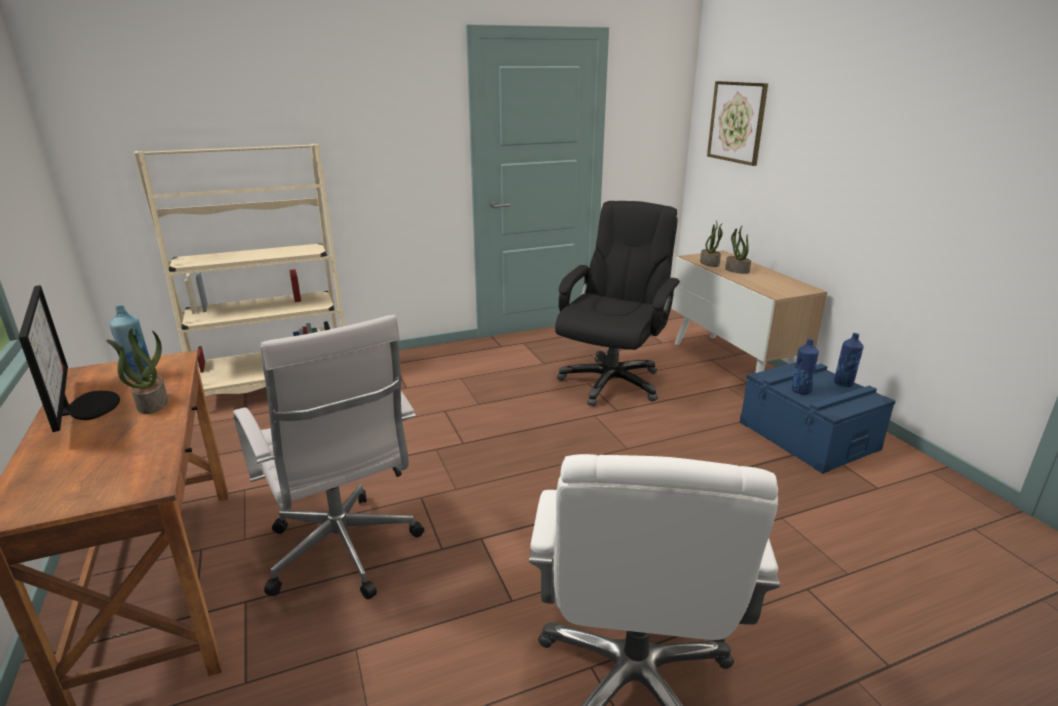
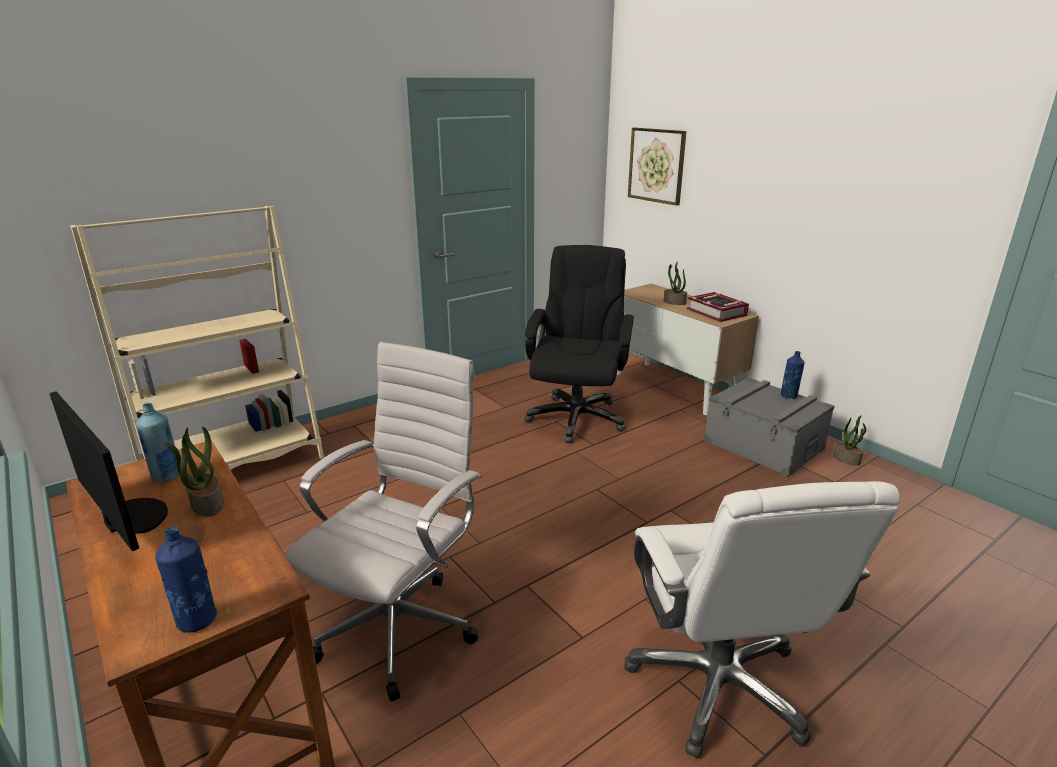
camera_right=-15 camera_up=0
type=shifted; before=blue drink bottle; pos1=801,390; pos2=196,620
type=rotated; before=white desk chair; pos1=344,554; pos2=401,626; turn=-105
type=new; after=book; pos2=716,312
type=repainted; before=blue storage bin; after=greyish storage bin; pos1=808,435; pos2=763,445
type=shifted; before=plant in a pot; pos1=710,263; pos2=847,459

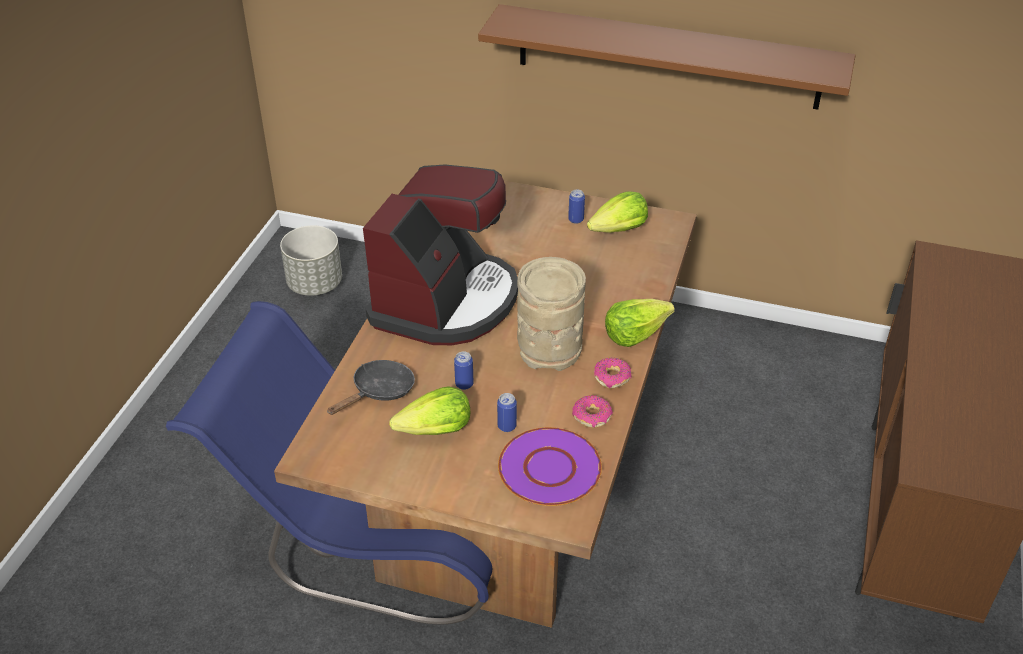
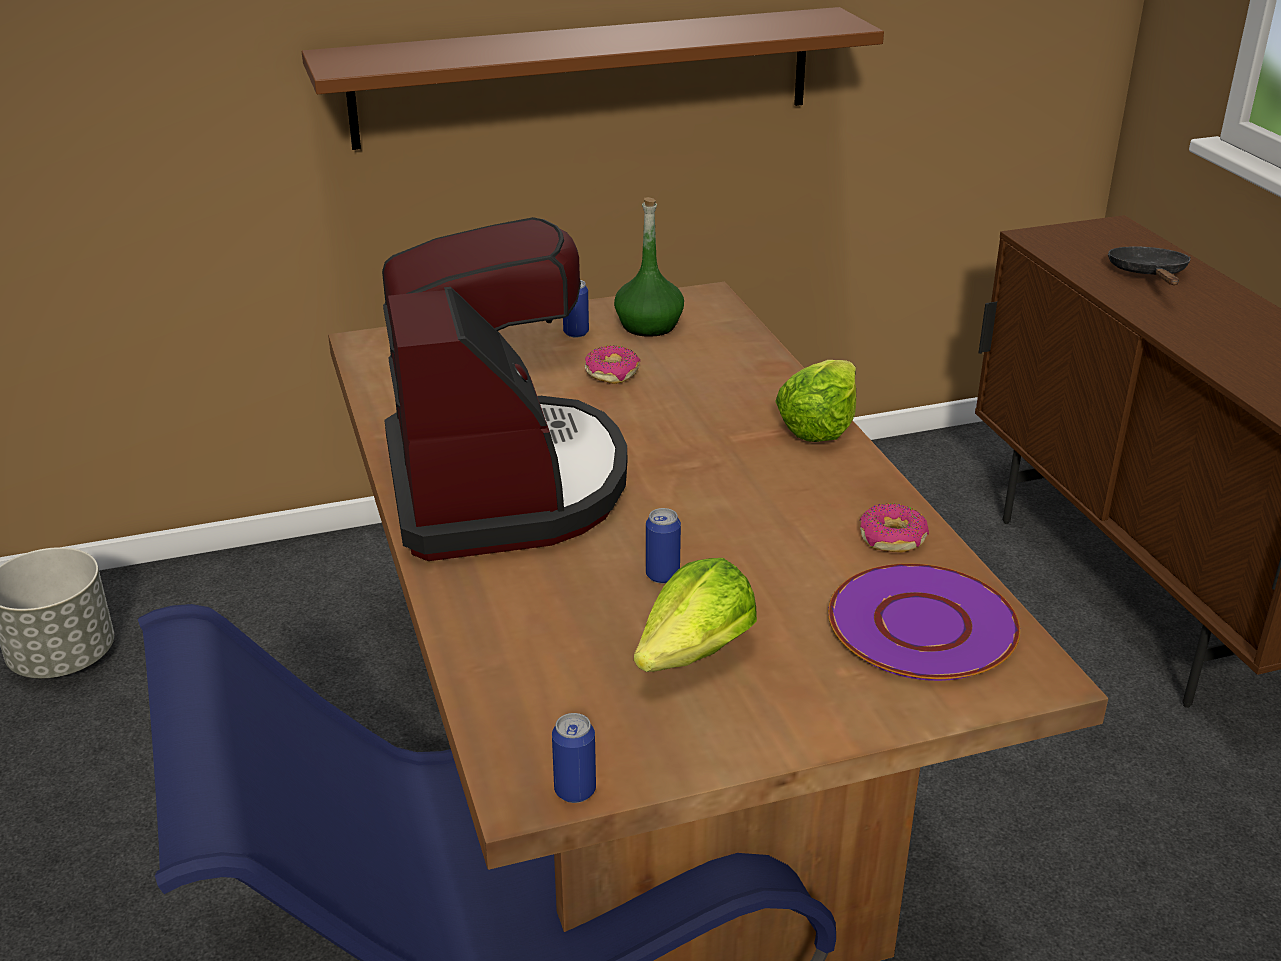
camera_right=-35 camera_up=-10
type=shifted; before=metal can; pos1=507,426; pos2=575,790
type=shifted; before=doughnut; pos1=612,377; pos2=612,373
type=swapped; before=lettuce; after=green-coloured drink bottle; pos1=619,230; pos2=649,325
type=shifted; before=blackish pan; pos1=379,391; pos2=1148,275
type=gone; before=sand-coloured decorative vase; pos1=549,349

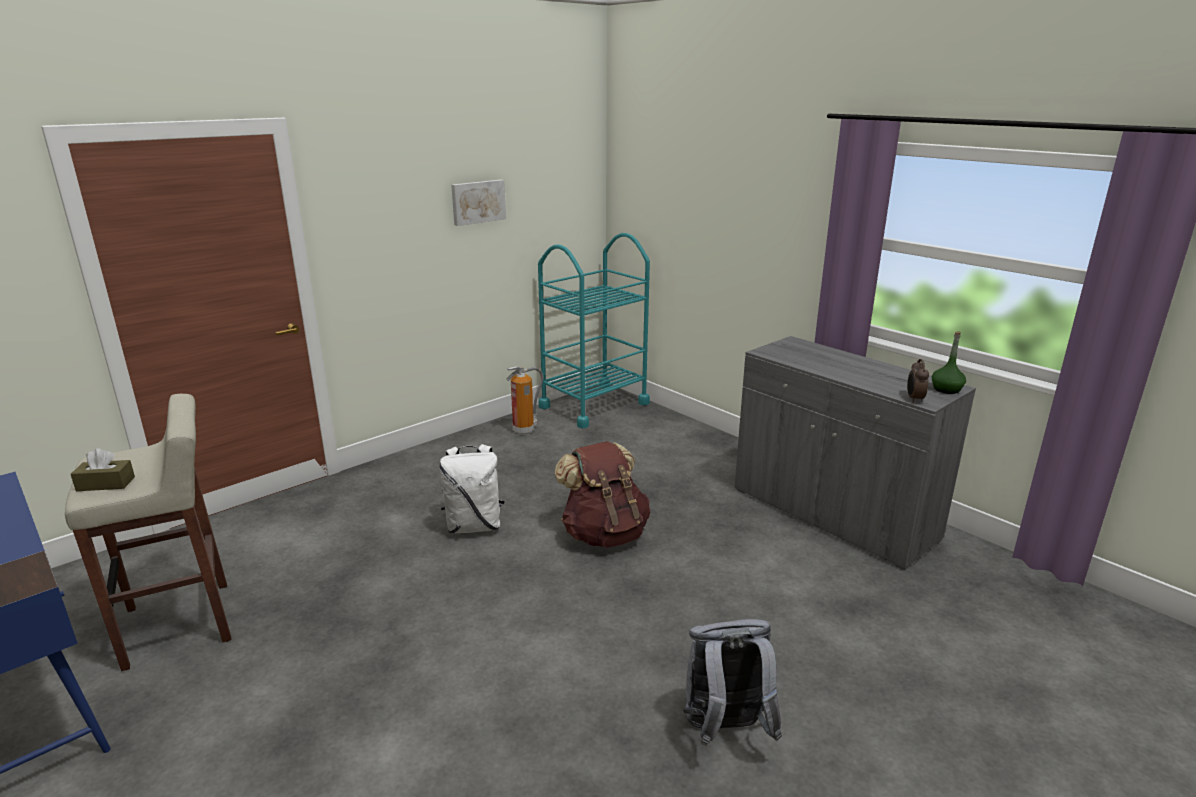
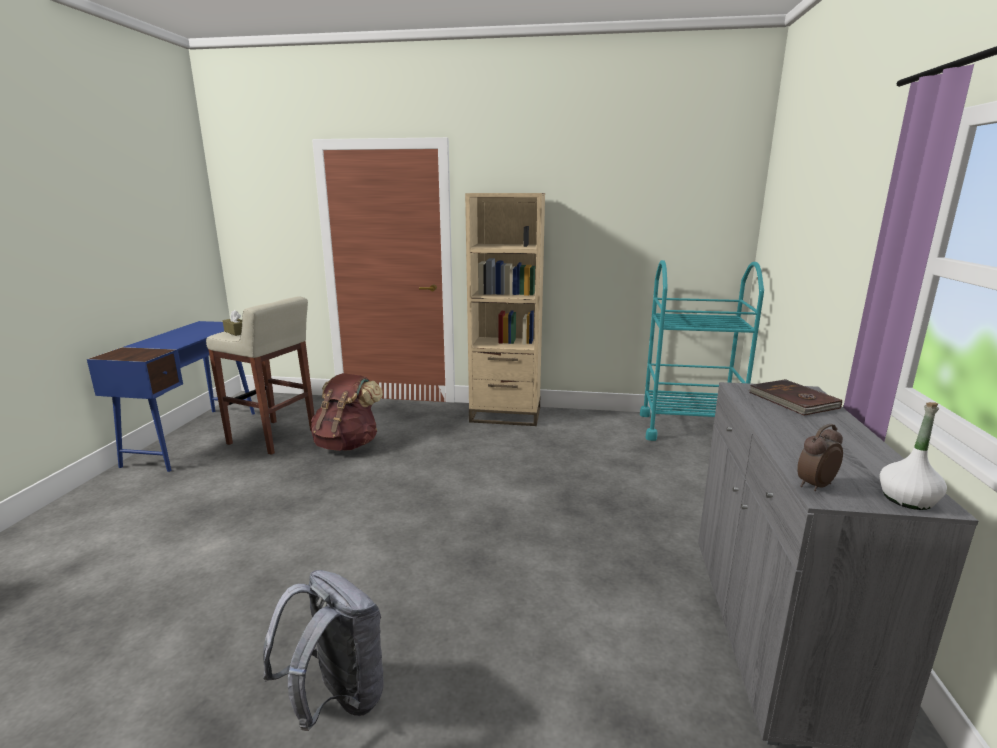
camera_right=50 camera_up=-5
type=shifted; before=brown-coloured backpack; pos1=604,534; pos2=347,444
type=new; after=sand-coloured shelving unit; pos2=505,415
type=new; after=brown-coloured book; pos2=792,401
type=repainted; before=green-coloured drink bottle; after=white drink bottle; pos1=946,389; pos2=907,499
type=gone; before=white backpack; pos1=474,526
type=gone; before=picture; pos1=478,202
type=gone; before=fire extinguisher; pos1=524,430

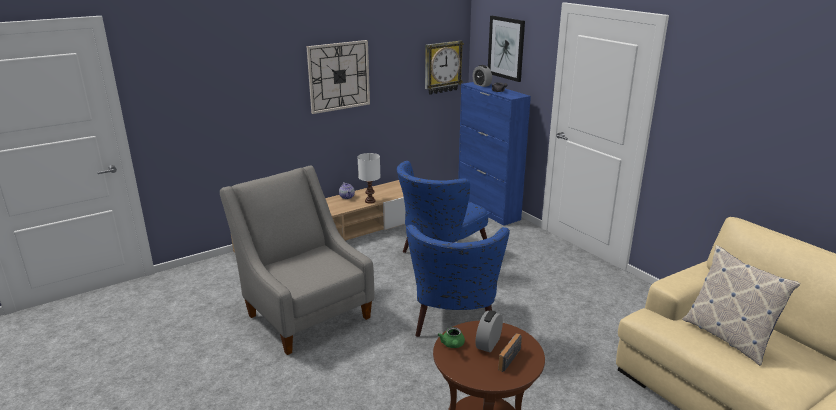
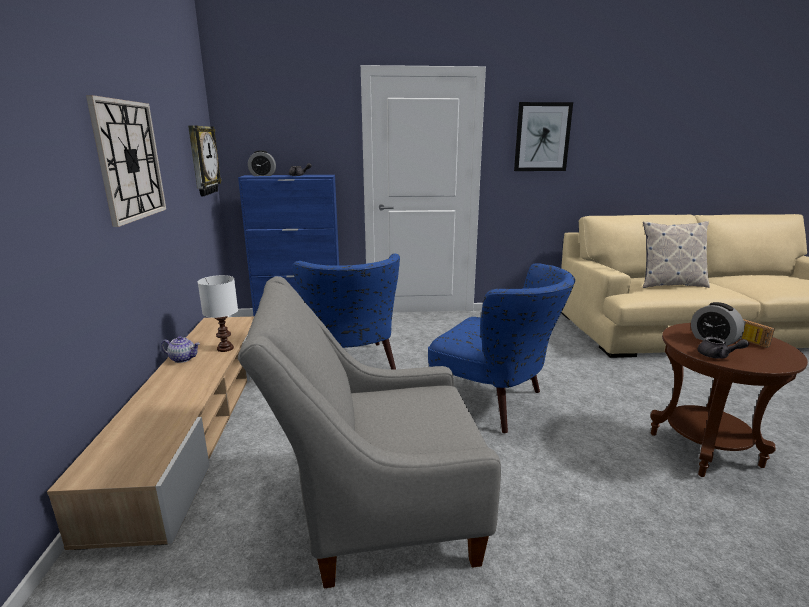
camera_right=-60 camera_up=-5
type=shifted; before=picture; pos1=506,48; pos2=542,137
type=repainted; before=green-coloured tea pot; after=greyish tea pot; pos1=452,345; pos2=717,356

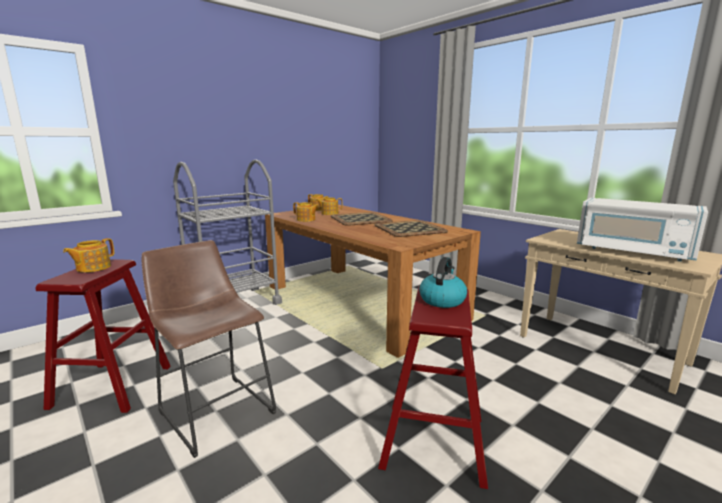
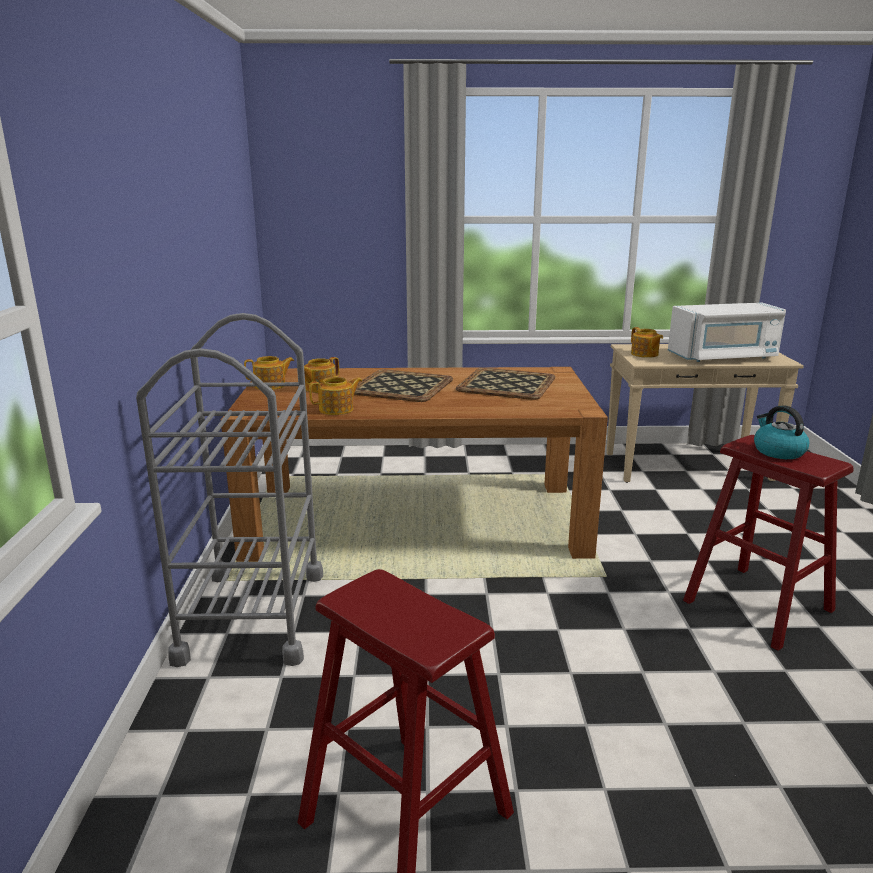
camera_right=-50 camera_up=5
type=shifted; before=tea pot; pos1=93,268; pos2=644,354
type=gone; before=brown-coloured sitting stool; pos1=215,408

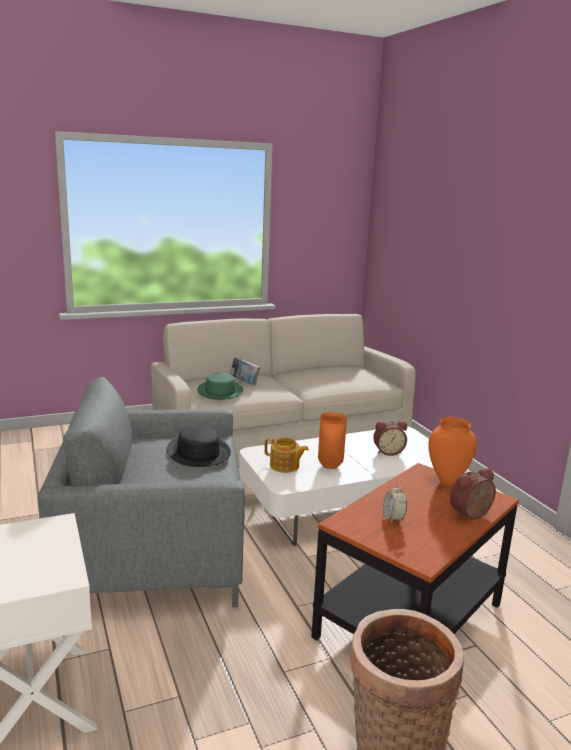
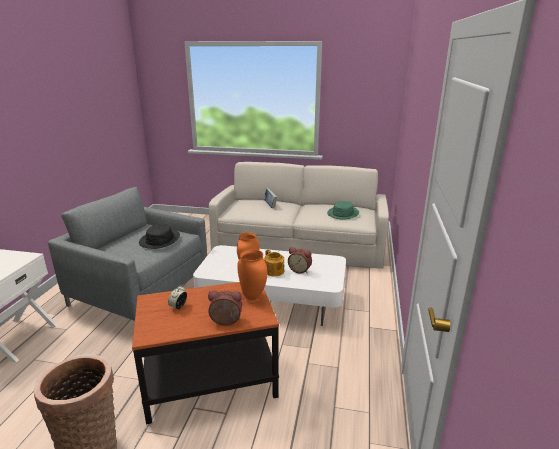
camera_right=35 camera_up=5
type=shifted; before=tea pot; pos1=285,466; pos2=274,271
type=shifted; before=green-coloured hat; pos1=220,391; pos2=343,213

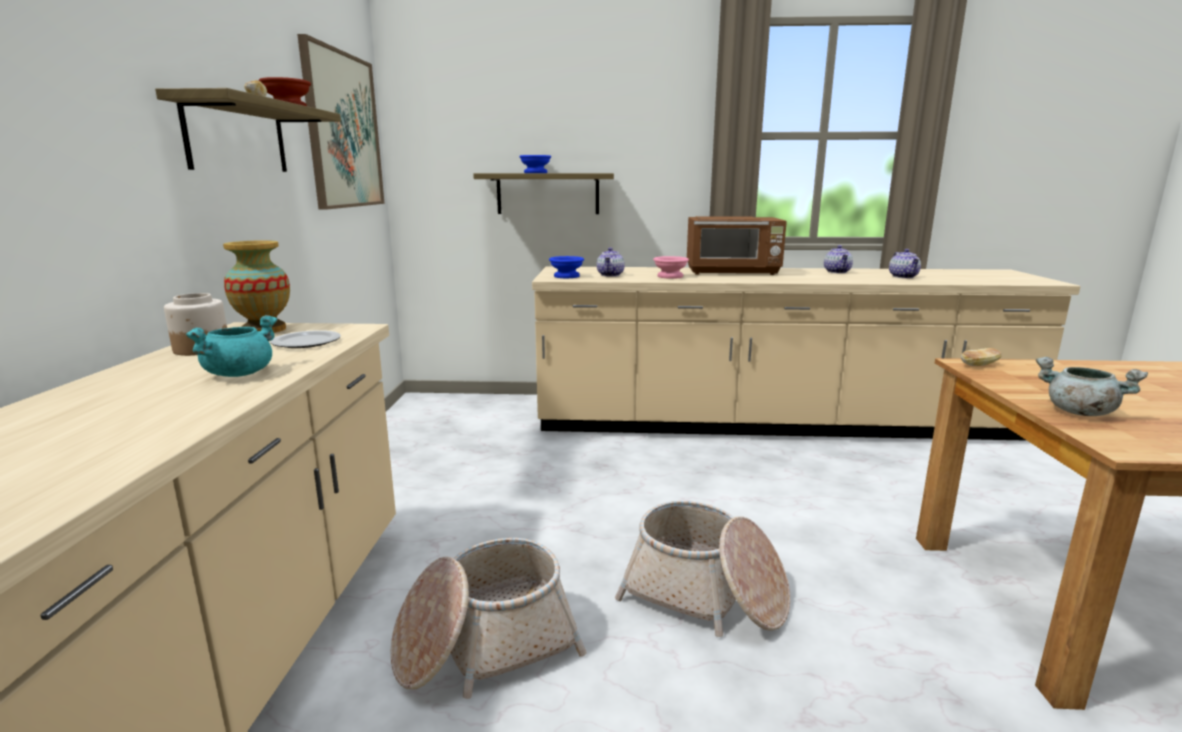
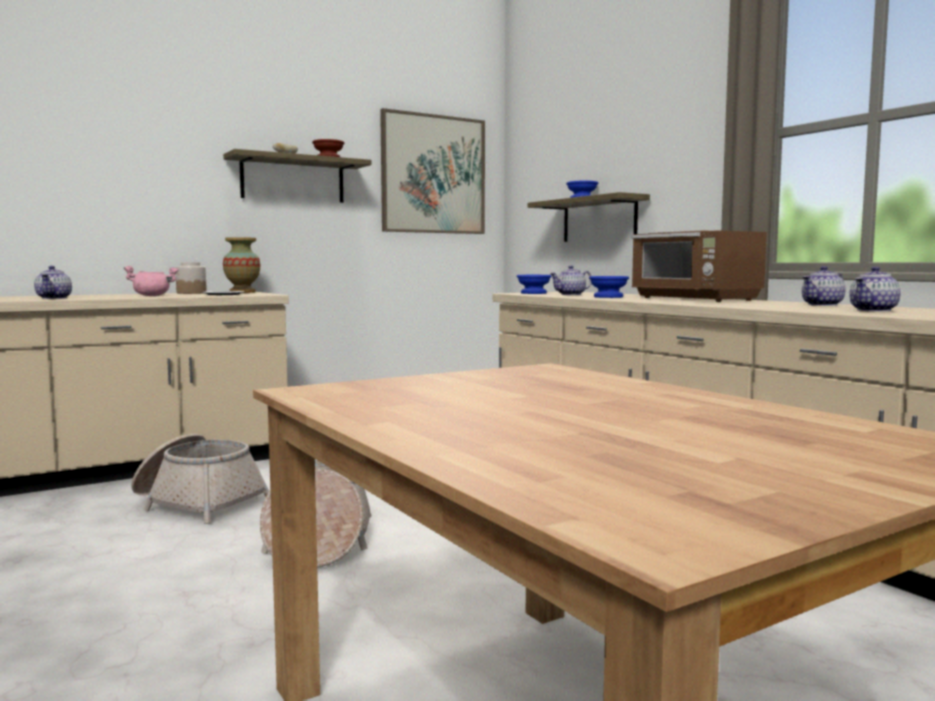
camera_right=55 camera_up=-10
type=new; after=tea pot; pos2=54,298
type=repainted; before=blue-green cooking pot; after=pinkish cooking pot; pos1=239,373; pos2=152,296
type=repainted; before=pinkish serving bowl; after=blue serving bowl; pos1=670,276; pos2=609,297
type=gone; before=bread; pos1=979,365
type=gone; before=greyish cooking pot; pos1=1078,412

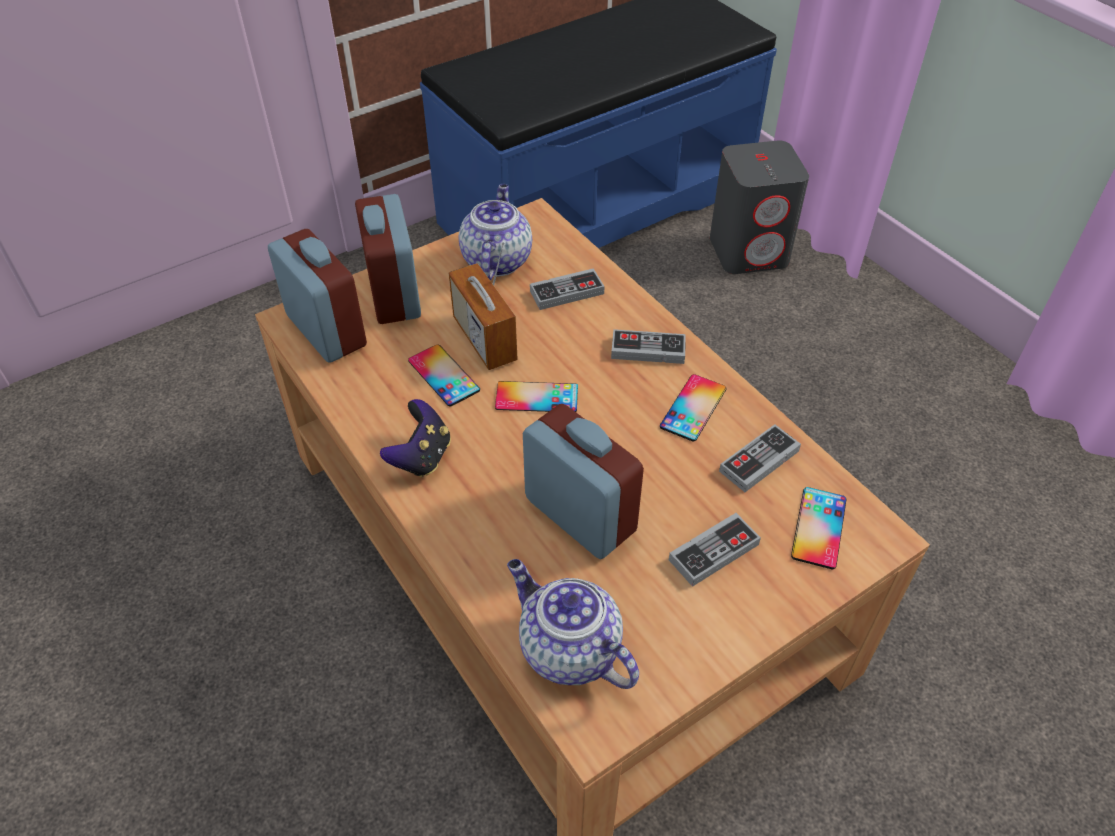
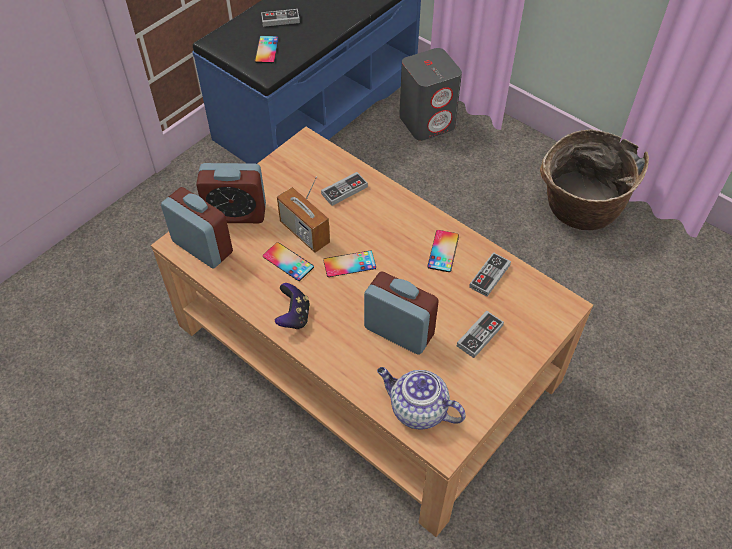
camera_right=-15 camera_up=5
type=rotated; before=bedside clock; pos1=394,294; pos2=236,213; turn=-60
type=shifted; before=telephone; pos1=819,528; pos2=266,50
type=shifted; before=gamepad; pos1=648,350; pos2=280,20
type=new; after=basket; pos2=578,210
type=gone; before=tea pot; pos1=496,260

